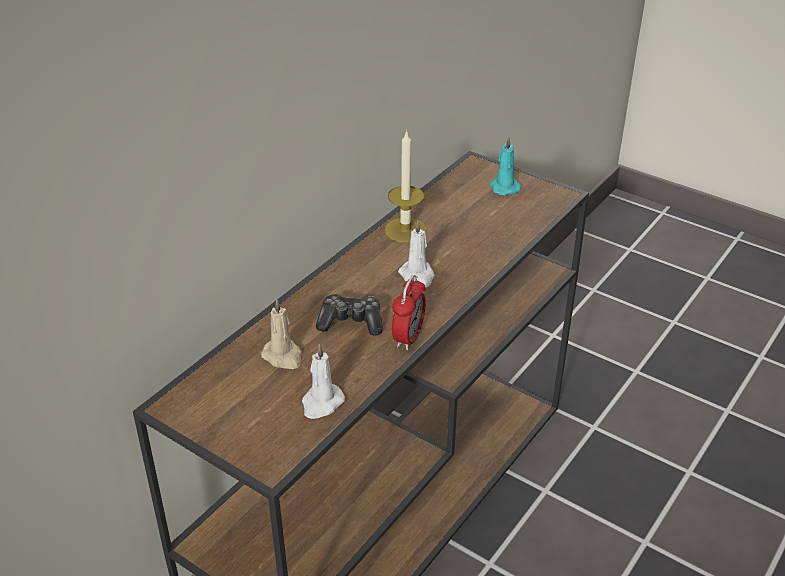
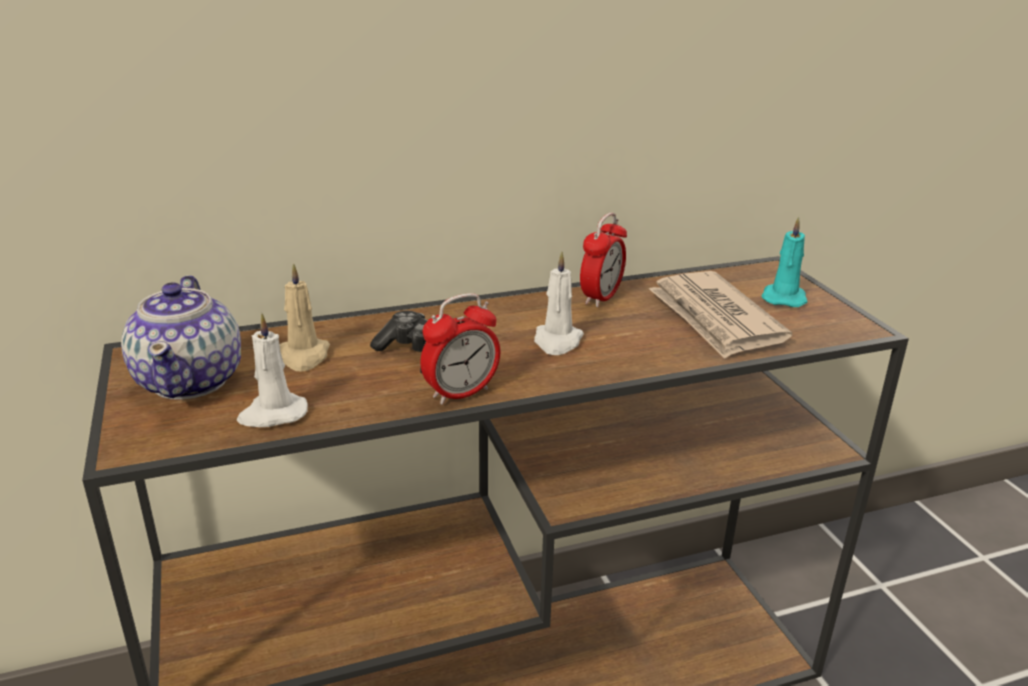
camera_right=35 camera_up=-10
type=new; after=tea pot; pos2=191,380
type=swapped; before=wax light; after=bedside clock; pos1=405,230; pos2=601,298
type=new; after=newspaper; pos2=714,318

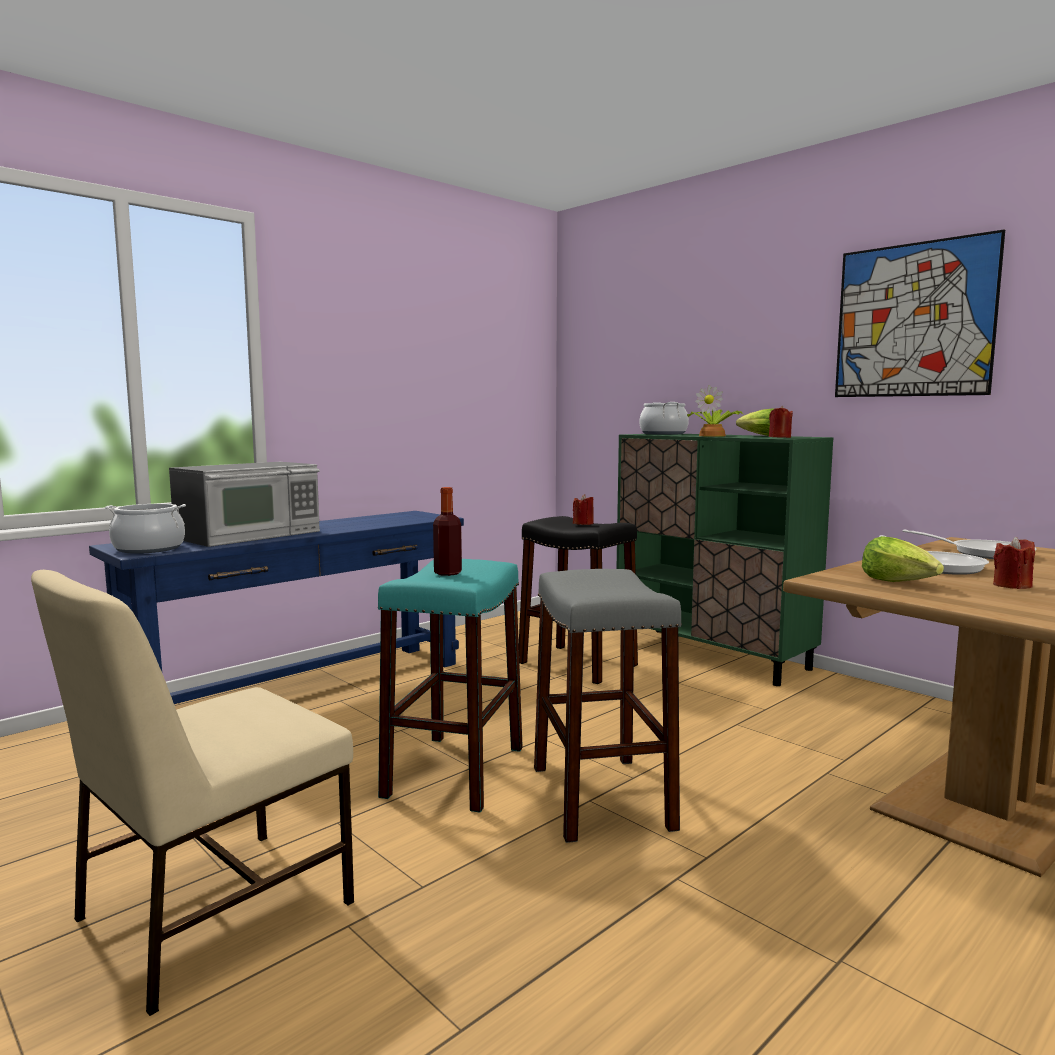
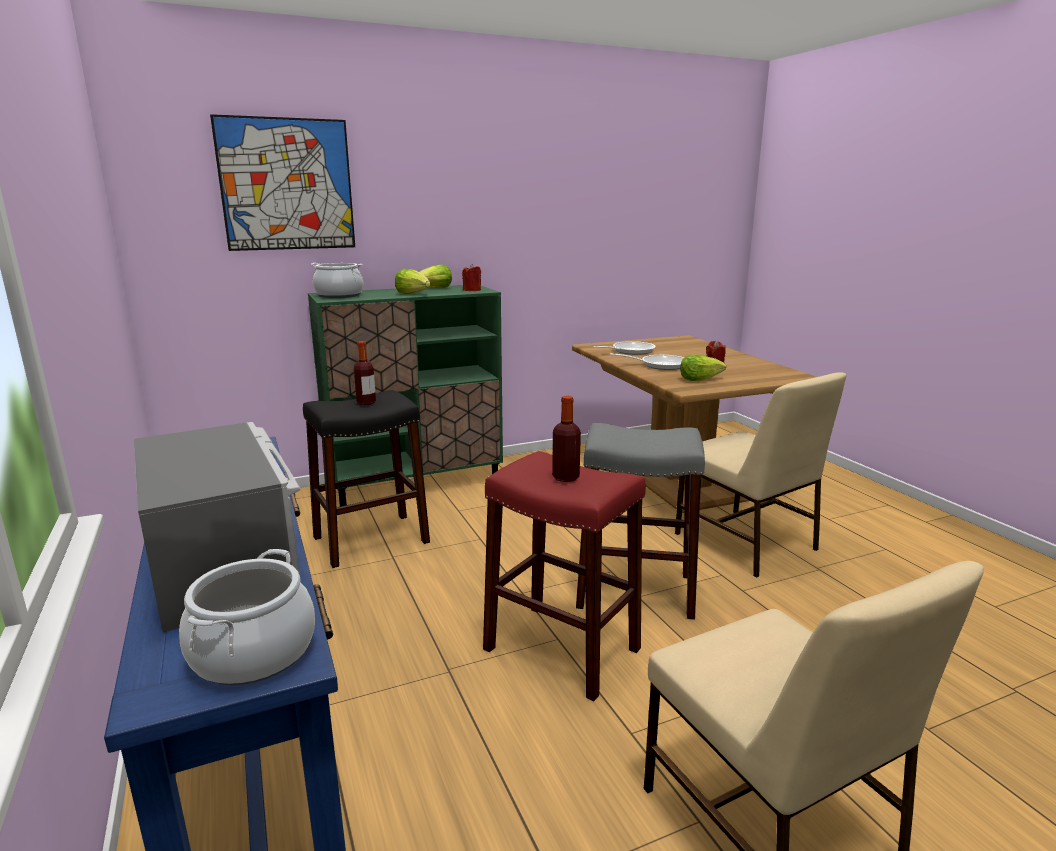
camera_right=-70 camera_up=10
type=shifted; before=picture; pos1=913,320; pos2=287,185
type=swapped; before=red wax light; after=drink bottle; pos1=583,523; pos2=366,402
type=swapped; before=plant in a pot; after=lettuce; pos1=713,436; pos2=414,294
type=repainted; before=blue-green sitting stool; after=red sitting stool; pos1=455,771; pos2=561,649
type=new; after=sand-coloured upright chair; pos2=746,543

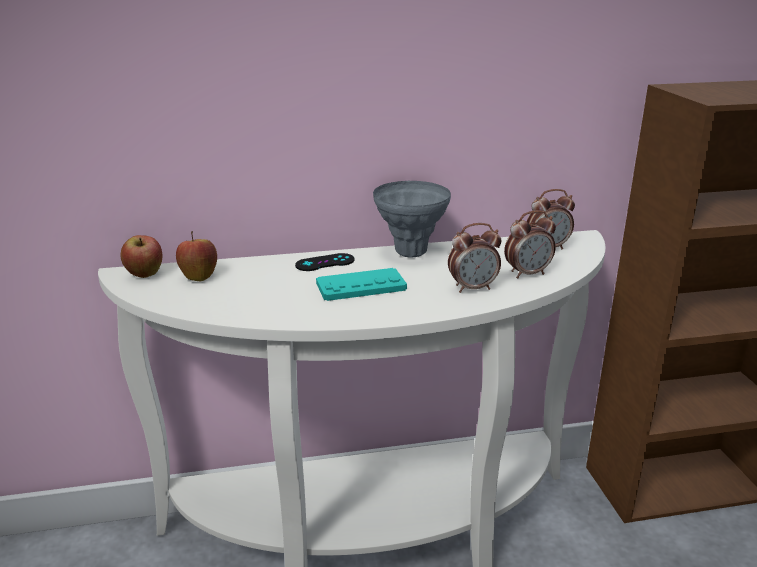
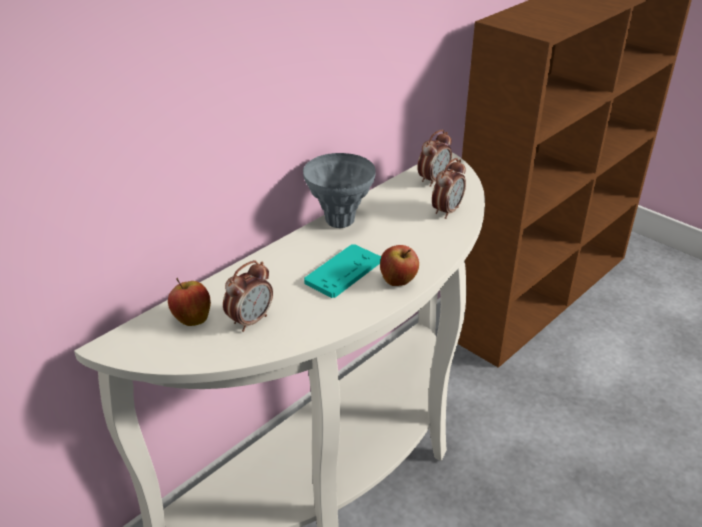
camera_right=-35 camera_up=10
type=shifted; before=bedside clock; pos1=473,288; pos2=250,320
type=shifted; before=apple; pos1=145,275; pos2=398,282
type=gone; before=blackish gamepad; pos1=325,263

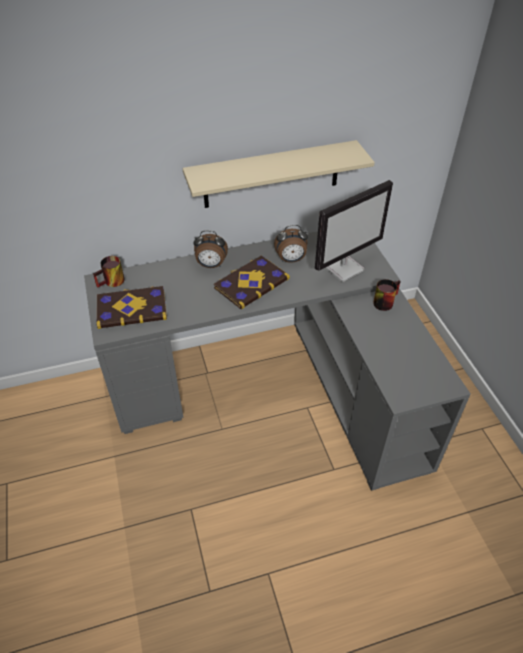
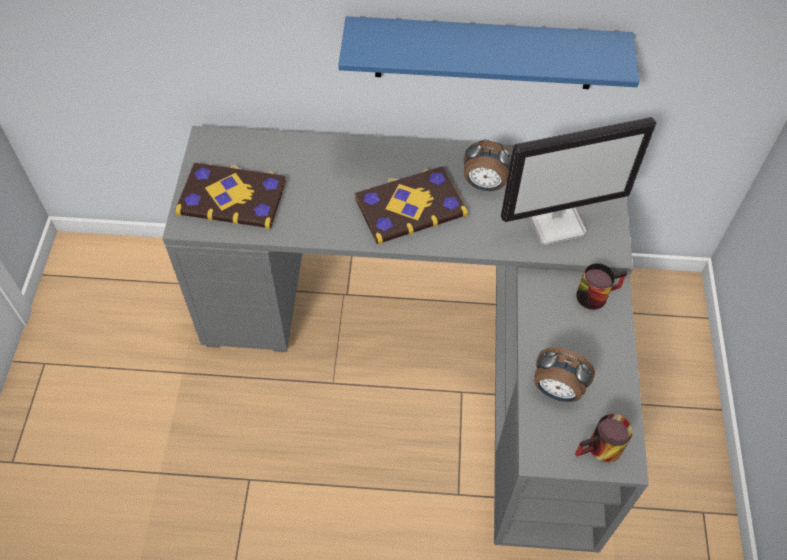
camera_right=20 camera_up=10
type=repainted; before=sand-coloured shelf; after=blue shelf; pos1=271,175; pos2=485,53
type=shifted; before=bedside clock; pos1=211,265; pos2=556,390
type=shifted; before=mug; pos1=112,283; pos2=601,451

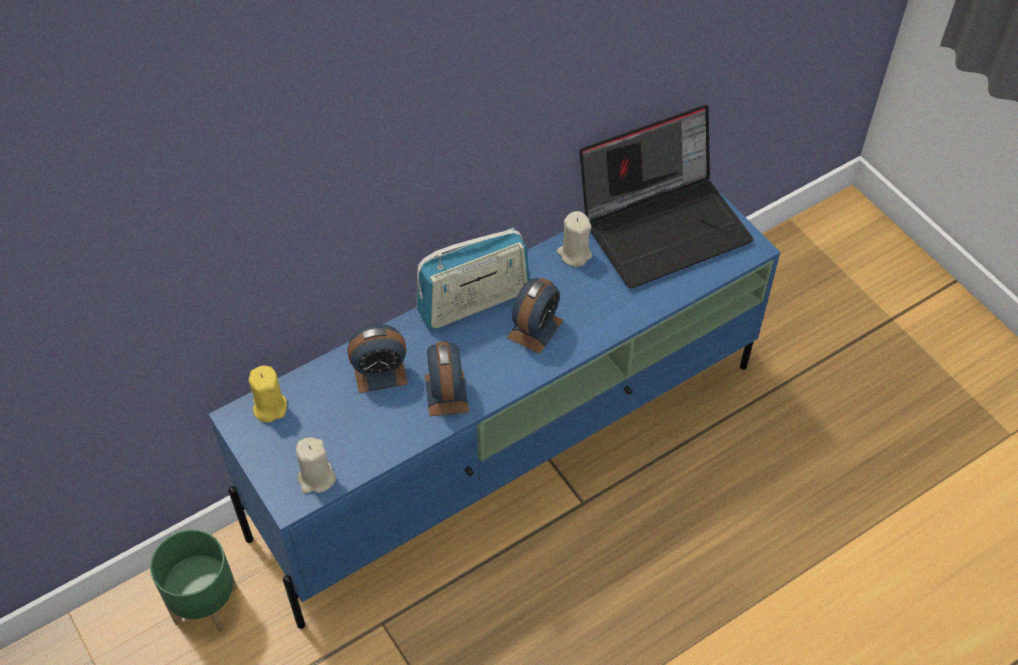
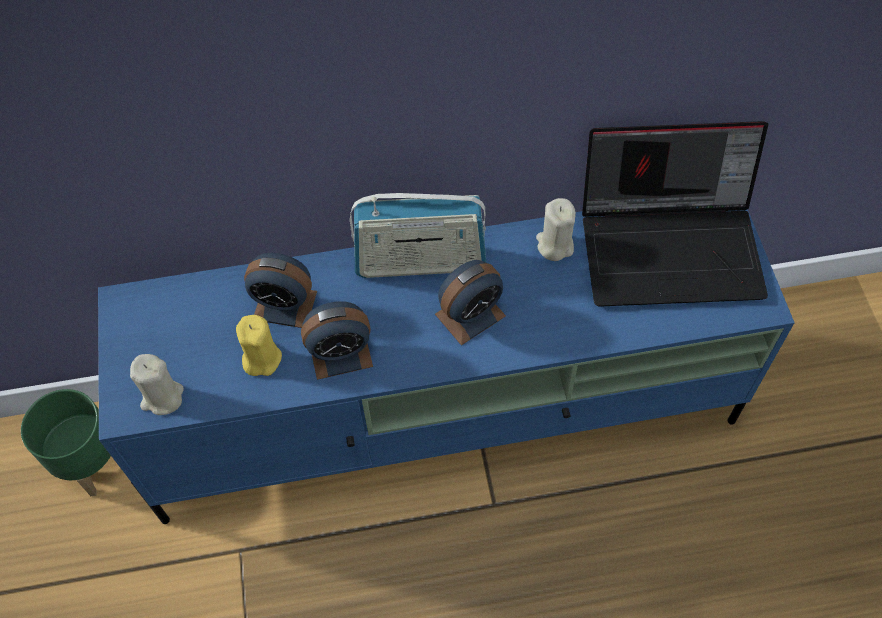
camera_right=25 camera_up=5
type=shifted; before=yellow-coloured wax light; pos1=269,407; pos2=261,358
type=rotated; before=bedside clock; pos1=446,393; pos2=340,353; turn=-120

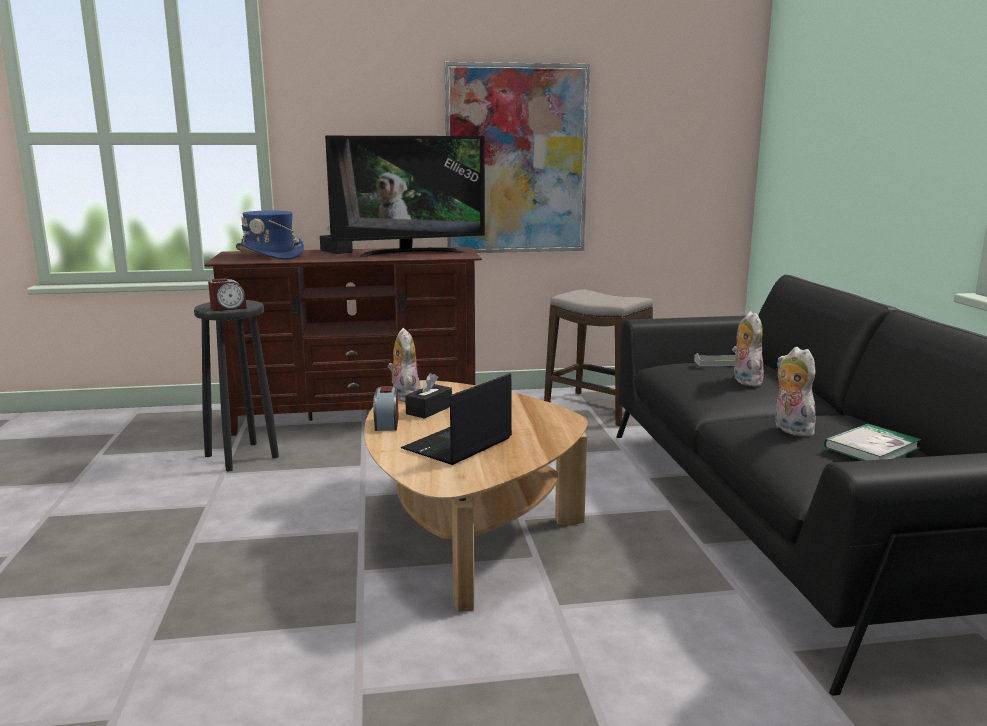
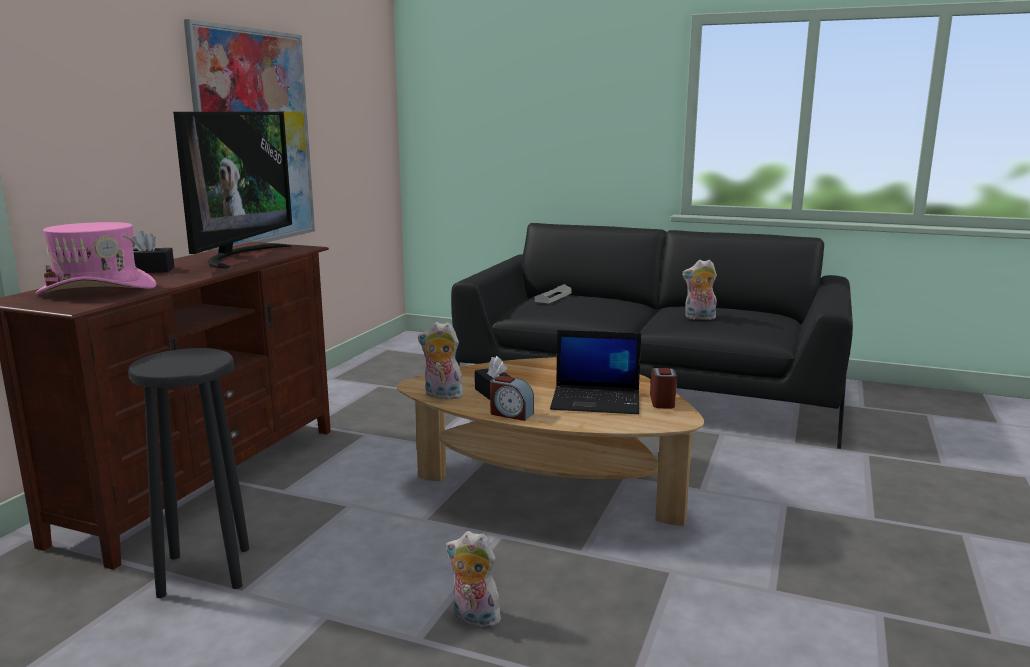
camera_right=-60 camera_up=0
type=repainted; before=blue hat; after=pinkish hat; pos1=271,255; pos2=98,289
type=shifted; before=plush toy; pos1=744,381; pos2=473,618
type=rotated; before=portable computer; pos1=457,445; pos2=597,401; turn=-60
type=shifted; before=bedside clock; pos1=228,308; pos2=662,401
type=gone; before=sitting stool; pos1=597,409
type=gone; before=book; pos1=871,448

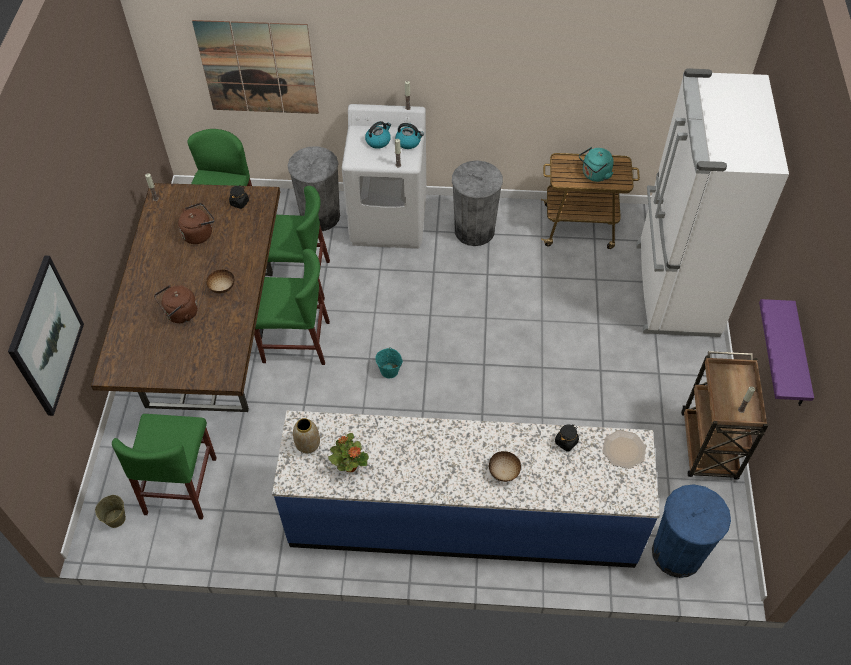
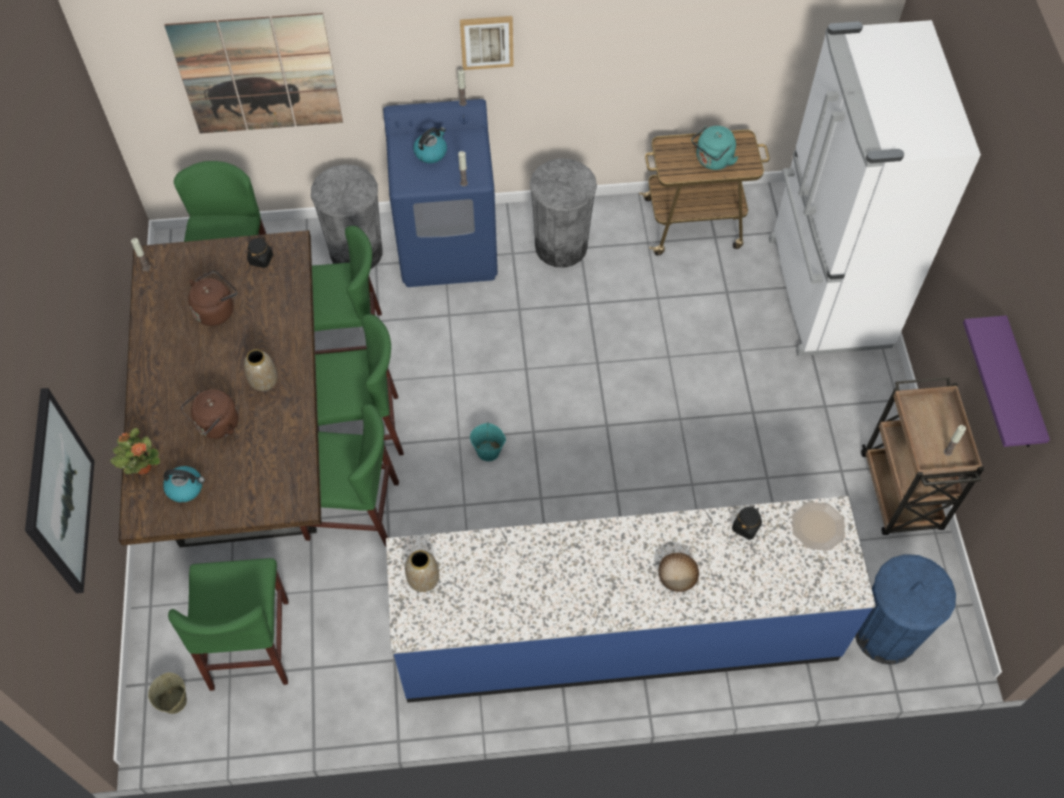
camera_right=-10 camera_up=5
type=shifted; before=plant in a pot; pos1=350,466; pos2=143,467
type=shifted; before=tea kettle; pos1=408,142; pos2=186,488
type=swapped; before=serving bowl; after=decorative vase; pos1=222,287; pos2=264,381
type=new; after=green-coloured upright chair; pos2=352,511
type=repainted; before=white laundry appliance; after=blue laundry appliance; pos1=389,221; pos2=448,247
type=new; after=picture; pos2=486,41

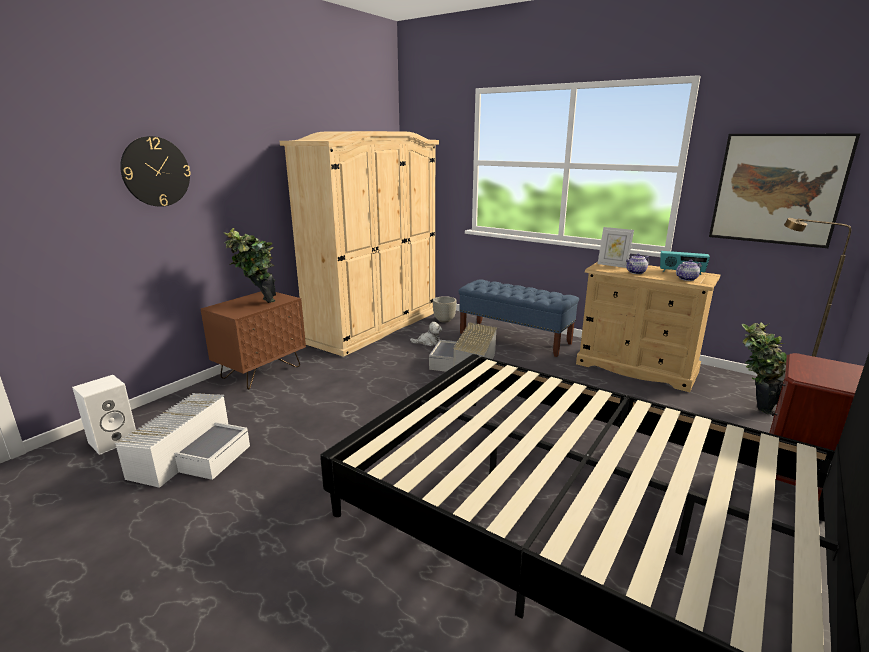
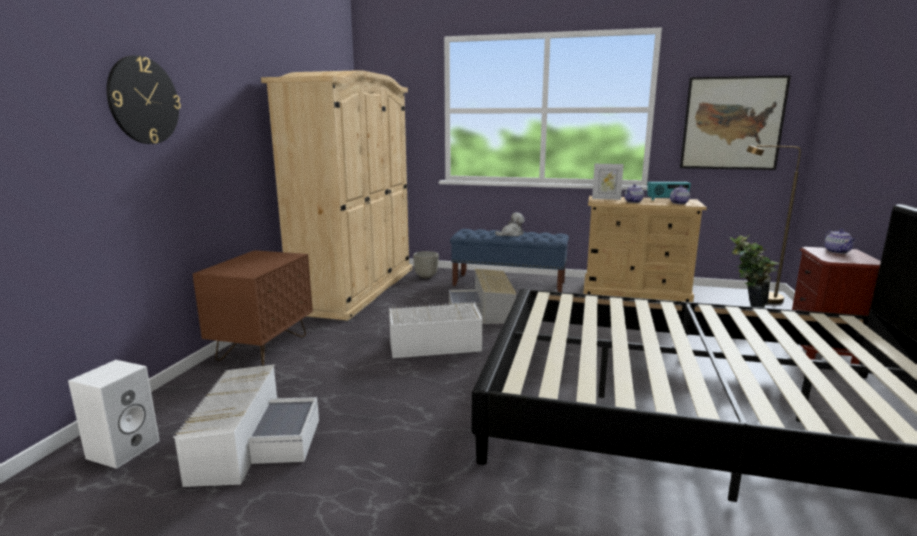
camera_right=-20 camera_up=-5
type=new; after=white storage bin; pos2=432,342
type=shifted; before=plush toy; pos1=428,342; pos2=511,234
type=new; after=tea pot; pos2=837,252
type=gone; before=plant in a pot; pos1=258,305

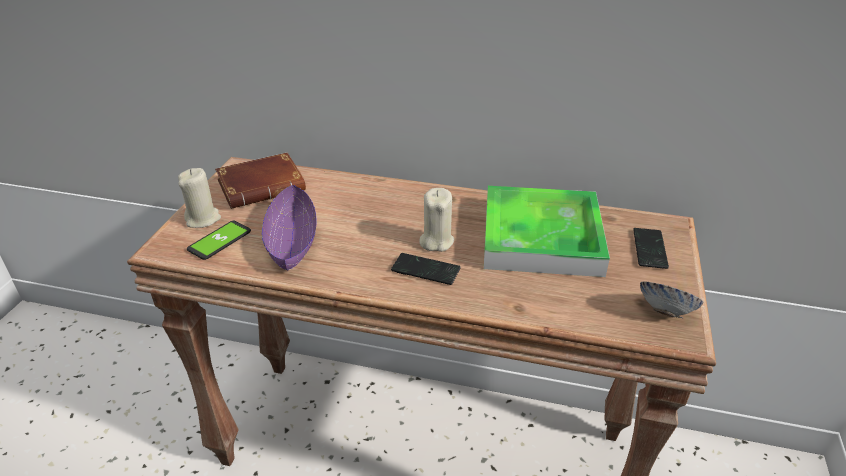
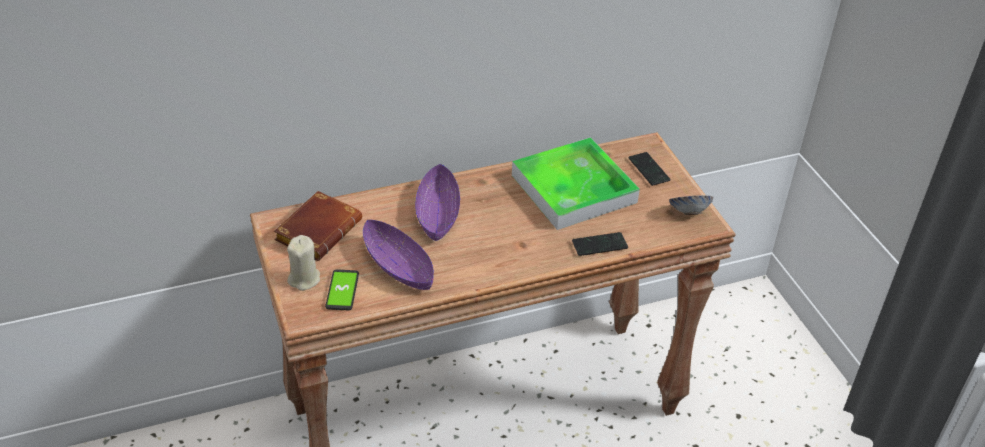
camera_right=-35 camera_up=5
type=new; after=purple-coloured serving bowl; pos2=438,213
type=shifted; before=telephone; pos1=425,270; pos2=599,245
type=gone; before=sand-coloured wax light; pos1=436,241

